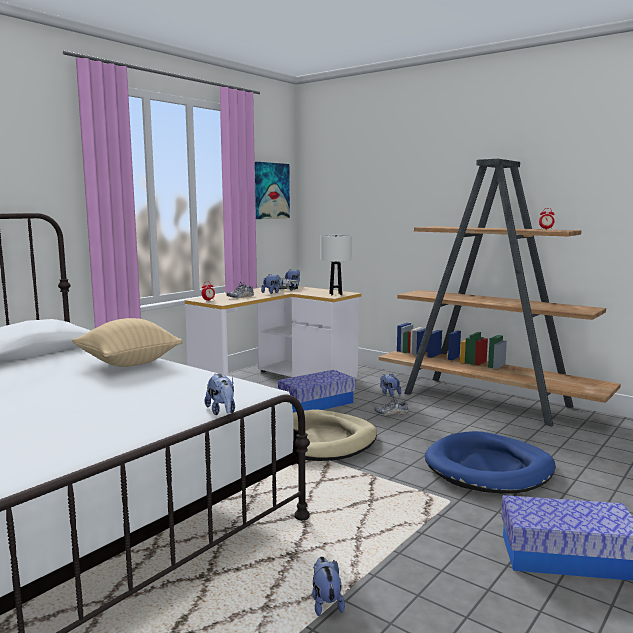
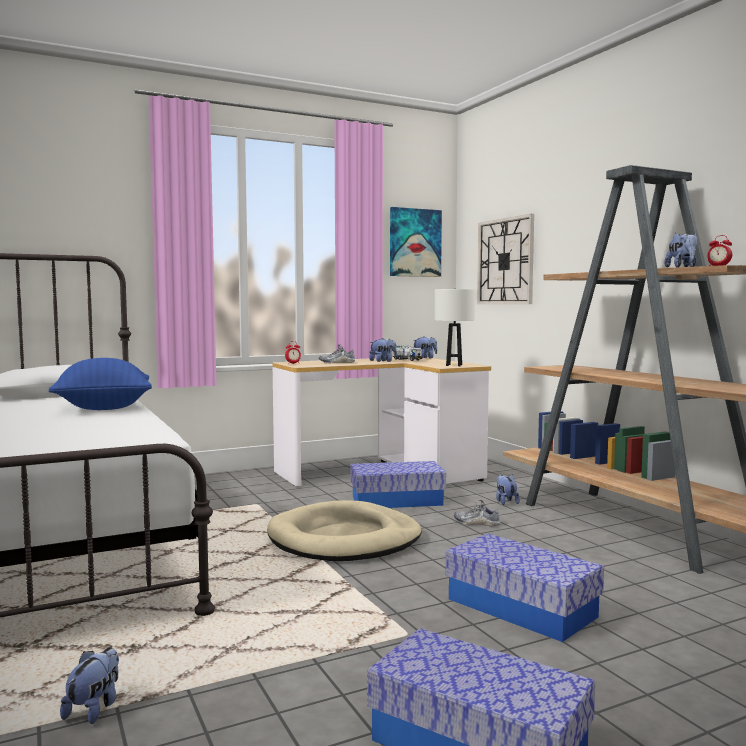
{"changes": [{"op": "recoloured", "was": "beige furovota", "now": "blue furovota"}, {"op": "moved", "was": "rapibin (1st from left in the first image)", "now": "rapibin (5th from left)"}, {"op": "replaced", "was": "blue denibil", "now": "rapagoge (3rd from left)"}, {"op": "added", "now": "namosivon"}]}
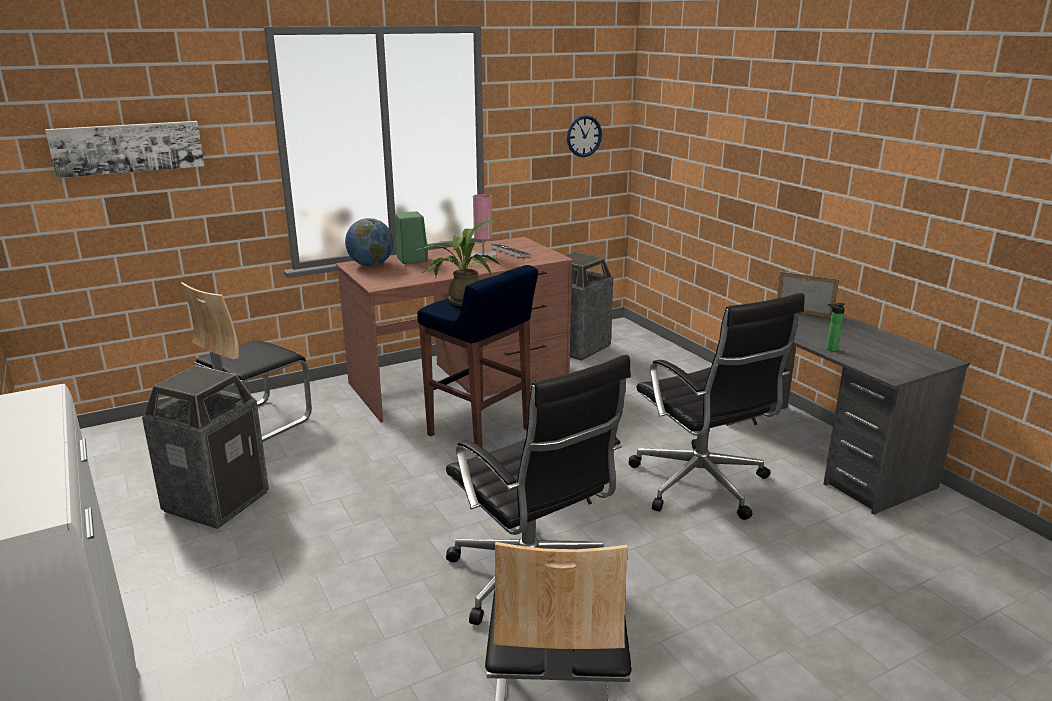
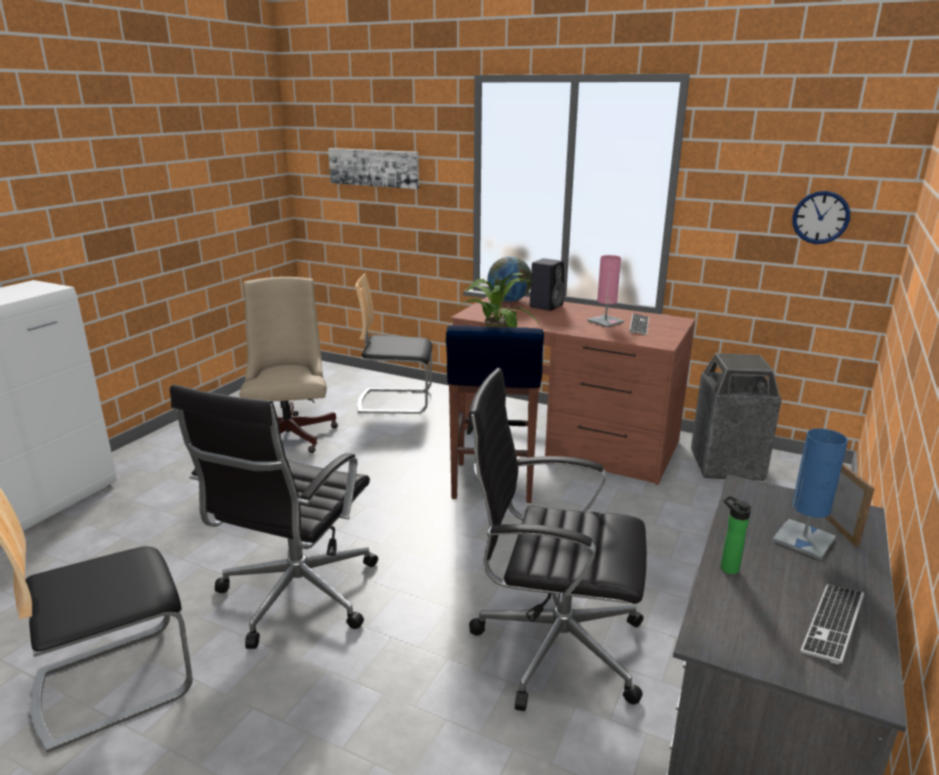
{"changes": [{"op": "recoloured", "was": "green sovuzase", "now": "black sovuzase"}, {"op": "turned", "was": "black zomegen (2nd from left)", "clockwise": 75}, {"op": "replaced", "was": "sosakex (1st from left)", "now": "beige zomegen"}, {"op": "added", "now": "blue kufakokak"}, {"op": "added", "now": "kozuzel (2nd from left)"}]}
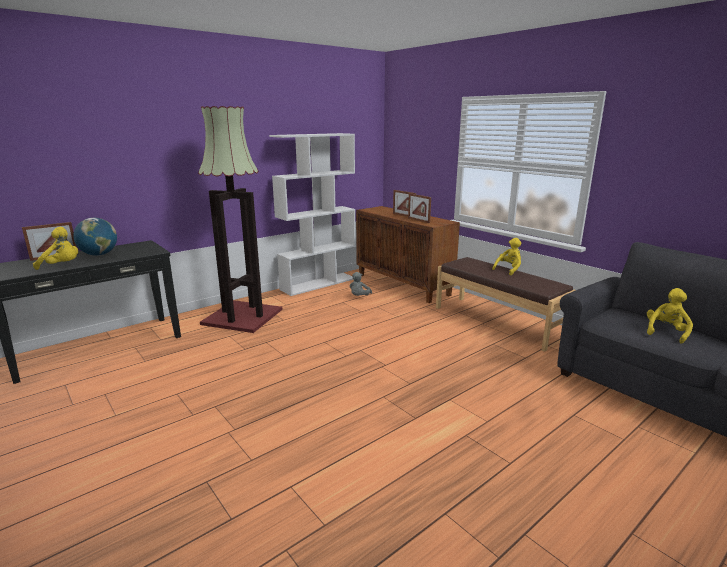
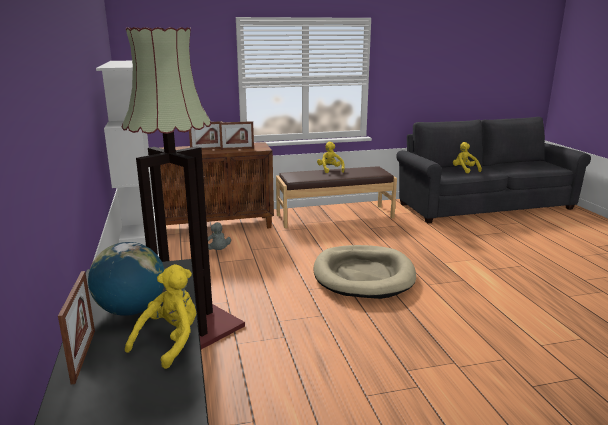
{"changes": [{"op": "added", "now": "beige denibil"}]}
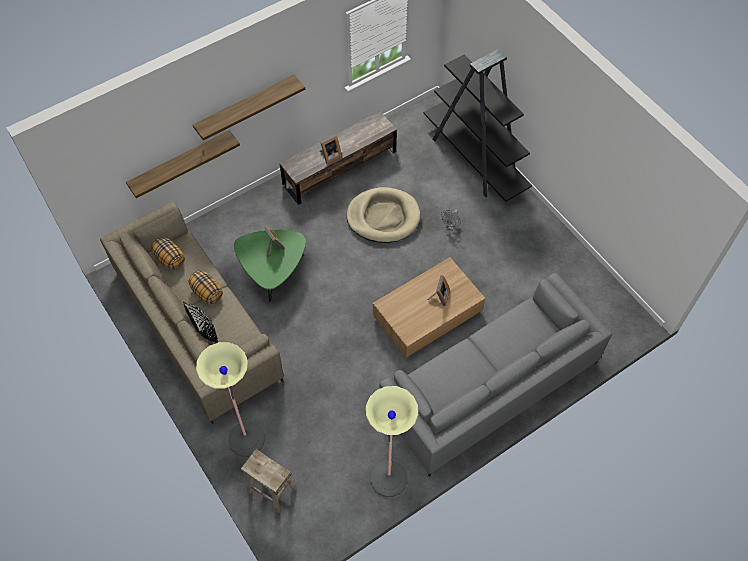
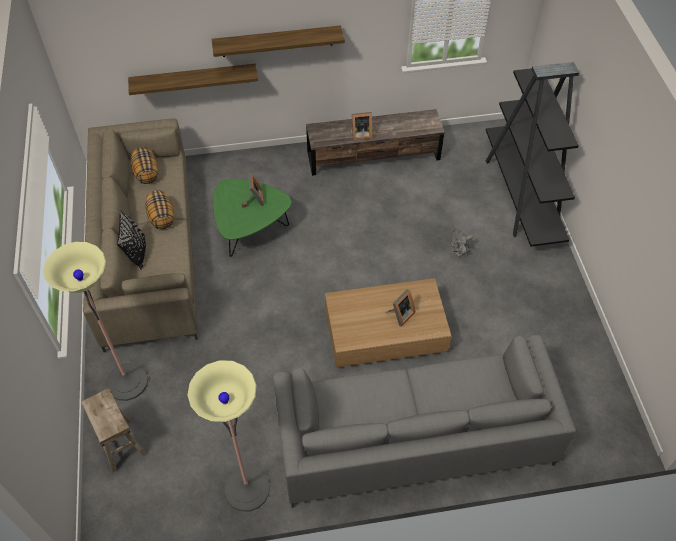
{"changes": [{"op": "removed", "was": "beige denibil"}]}
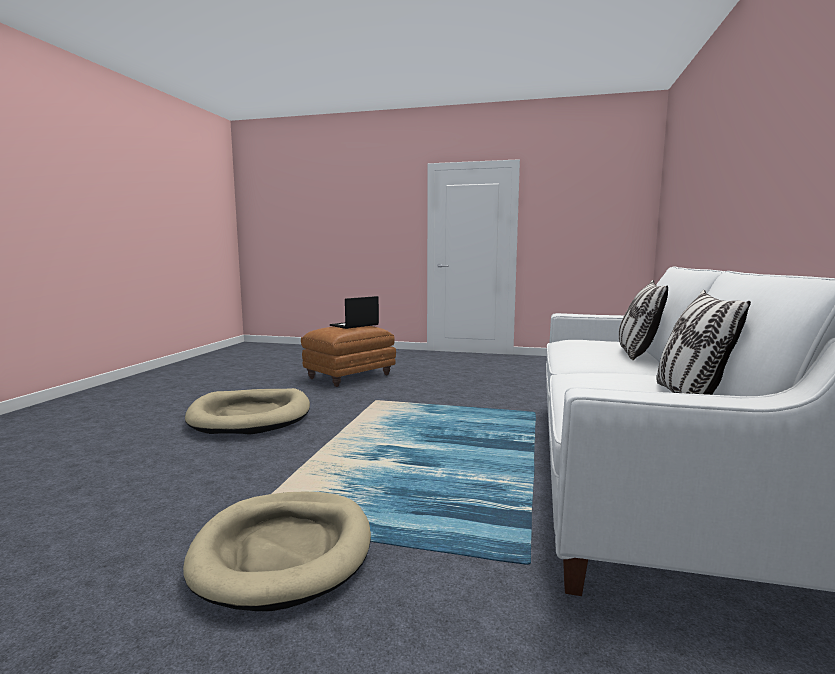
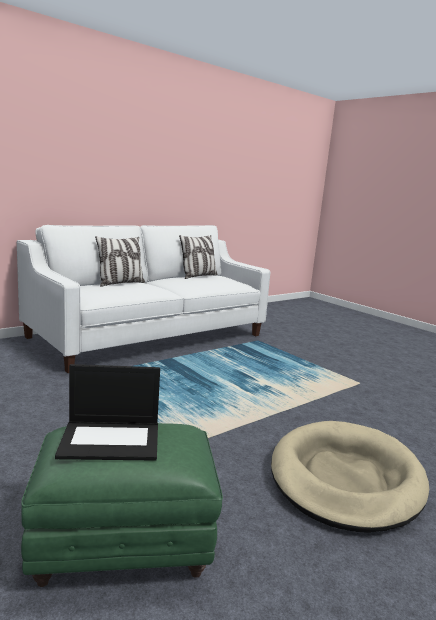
{"changes": [{"op": "recoloured", "was": "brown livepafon", "now": "green livepafon"}, {"op": "removed", "was": "beige denibil (2nd from left)"}]}
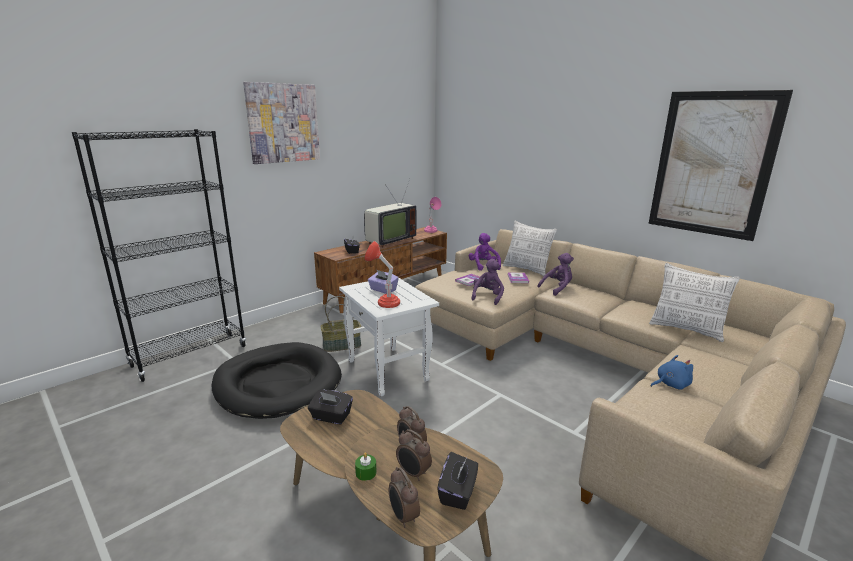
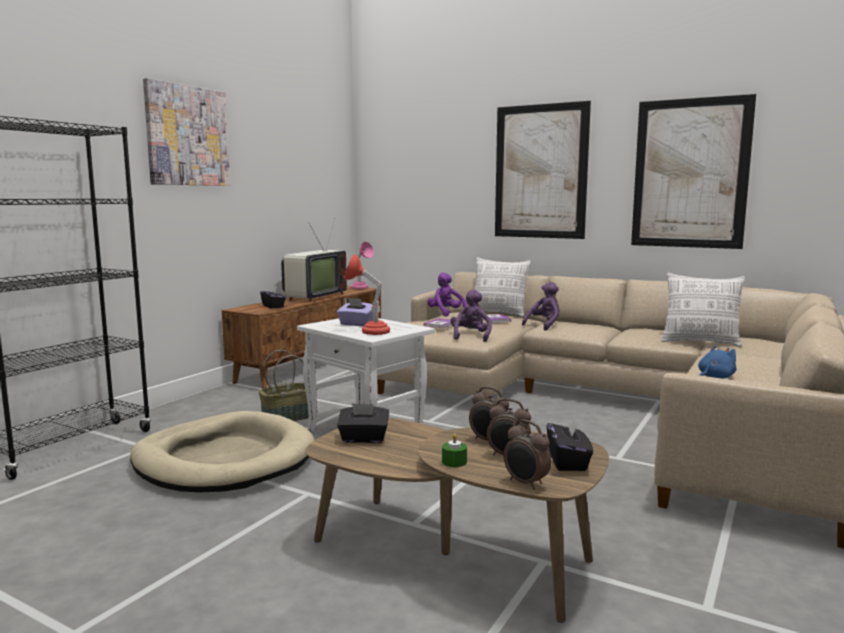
{"changes": [{"op": "recoloured", "was": "black denibil", "now": "beige denibil"}, {"op": "added", "now": "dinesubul (2nd from left)"}]}
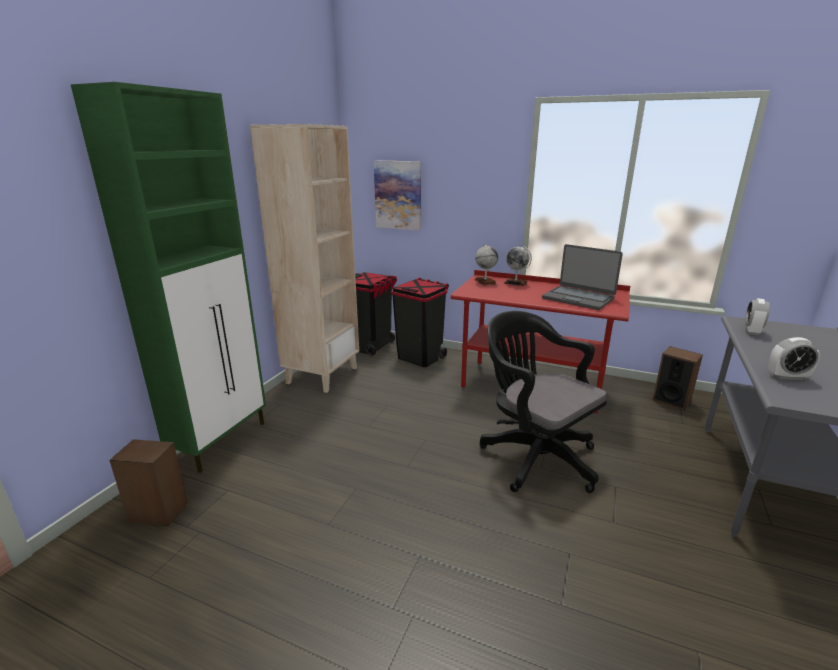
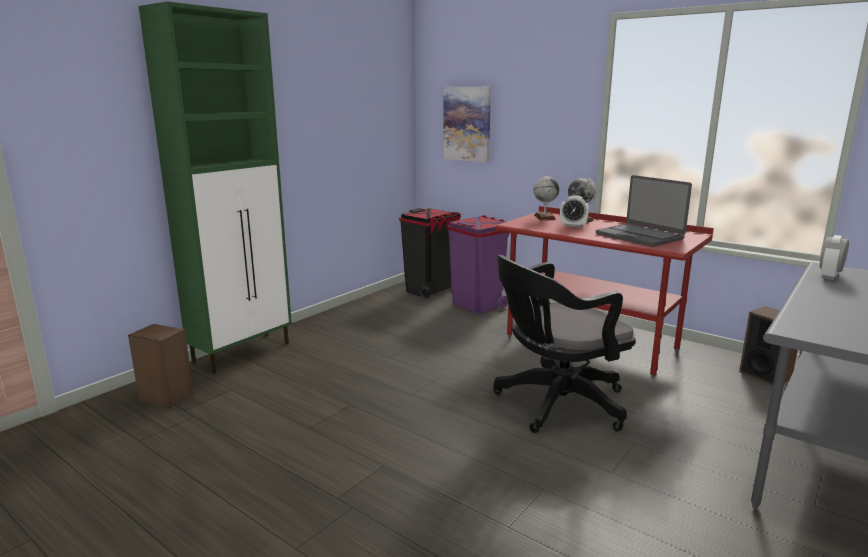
{"changes": [{"op": "removed", "was": "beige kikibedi"}, {"op": "recoloured", "was": "black sosakex (2nd from left)", "now": "purple sosakex"}, {"op": "turned", "was": "black zomegen", "clockwise": -90}, {"op": "moved", "was": "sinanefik (2nd from left in the first image)", "now": "sinanefik (1st from left)"}]}
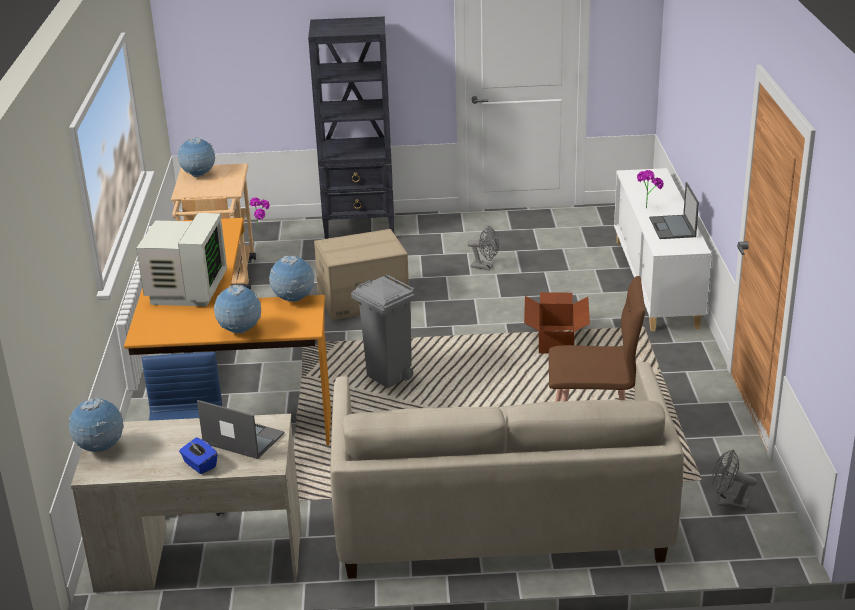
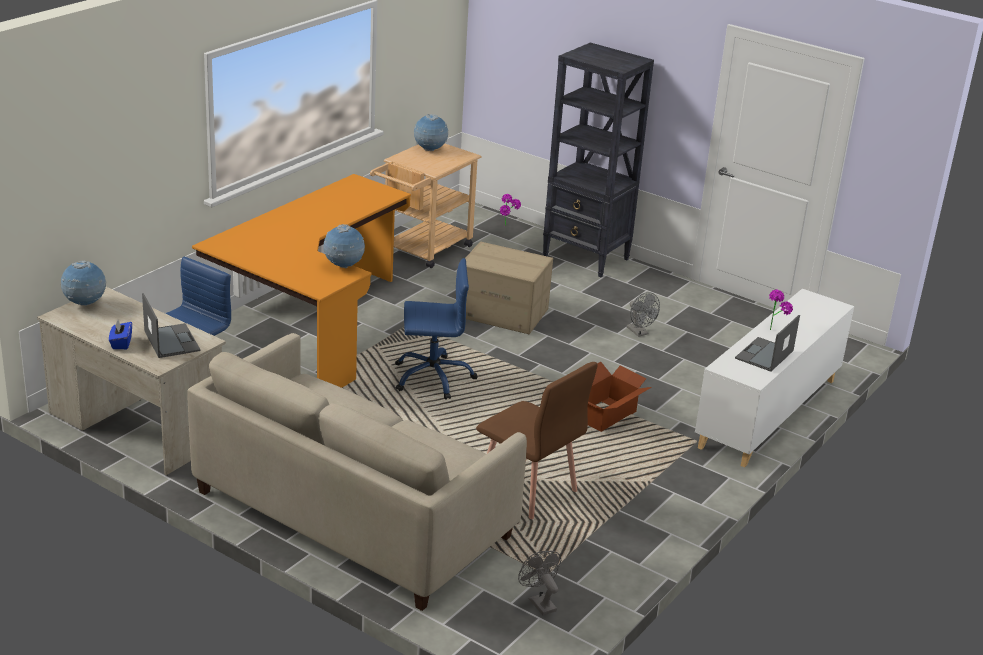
{"changes": [{"op": "removed", "was": "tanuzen"}, {"op": "replaced", "was": "grey sosakex", "now": "blue zomegen (2nd from left)"}, {"op": "removed", "was": "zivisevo (3rd from left)"}]}
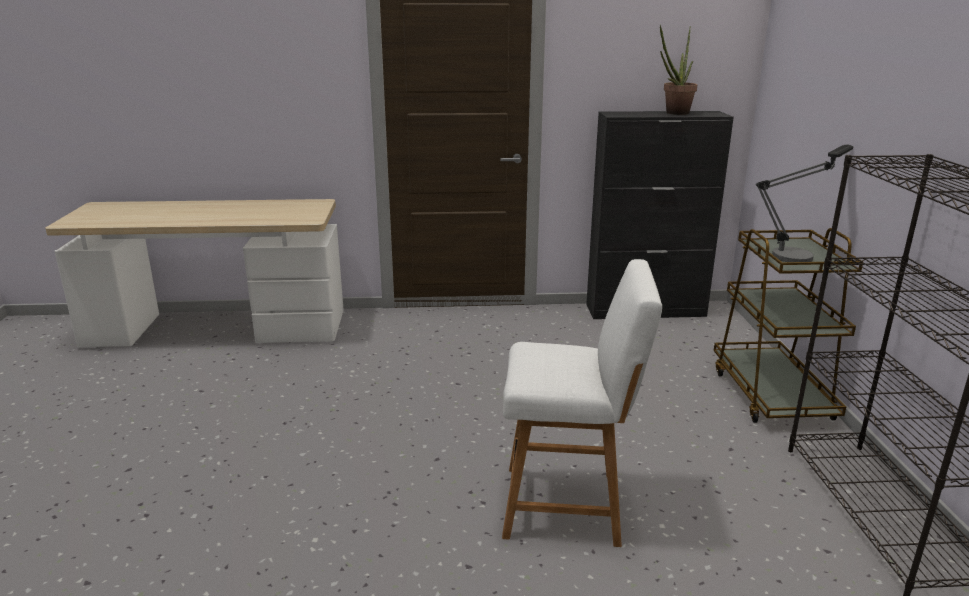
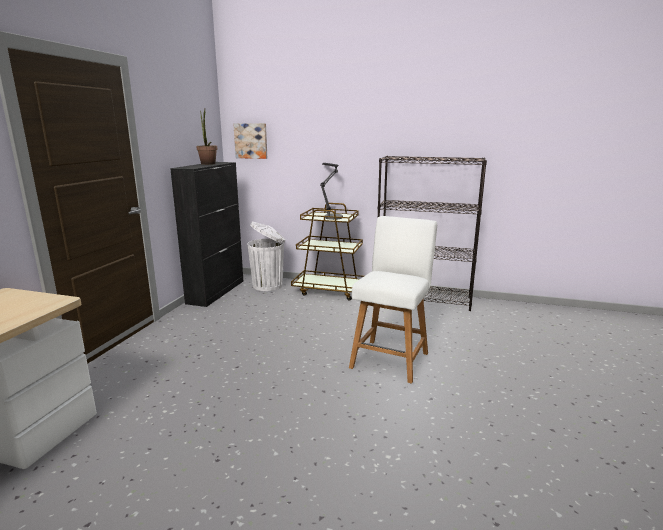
{"changes": [{"op": "added", "now": "dinesubul"}, {"op": "added", "now": "white sosakex"}]}
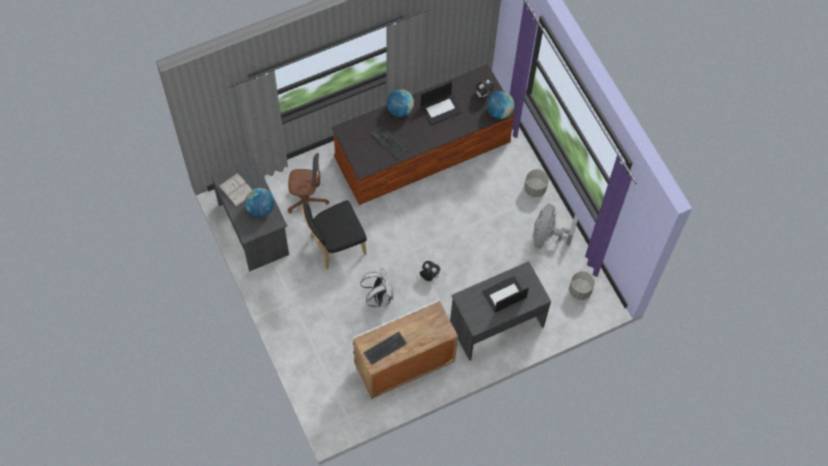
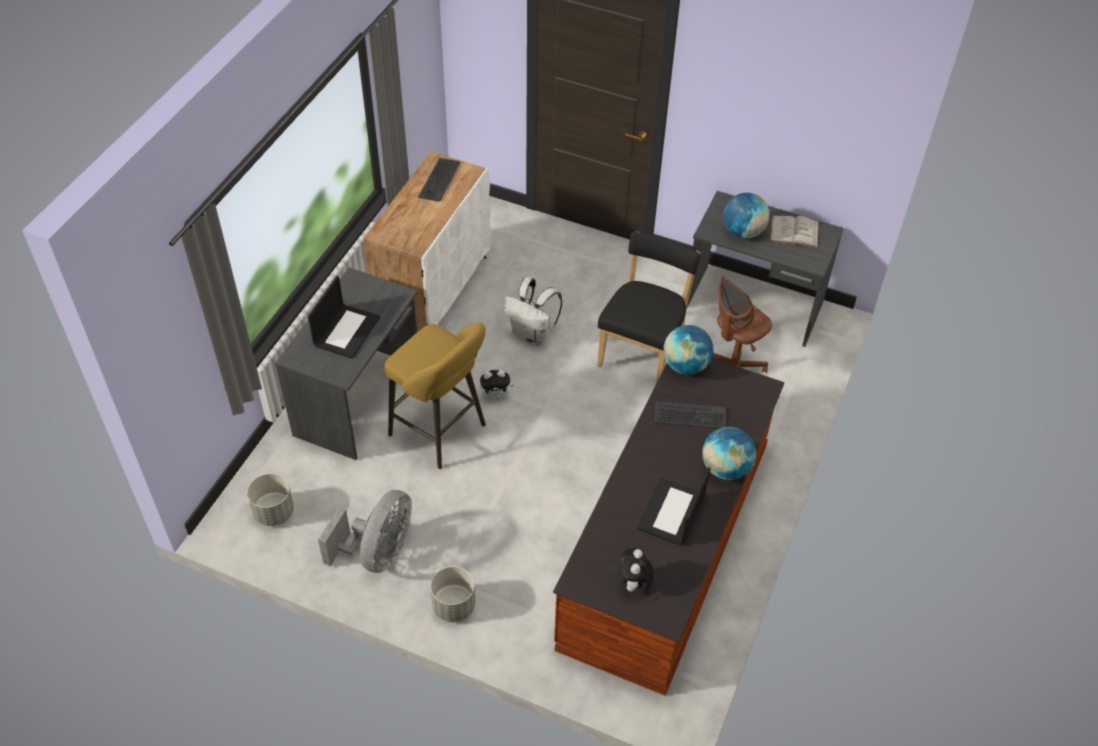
{"changes": [{"op": "moved", "was": "zivisevo (3rd from left in the first image)", "now": "zivisevo (1st from left)"}, {"op": "turned", "was": "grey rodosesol", "clockwise": 45}, {"op": "added", "now": "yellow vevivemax"}]}
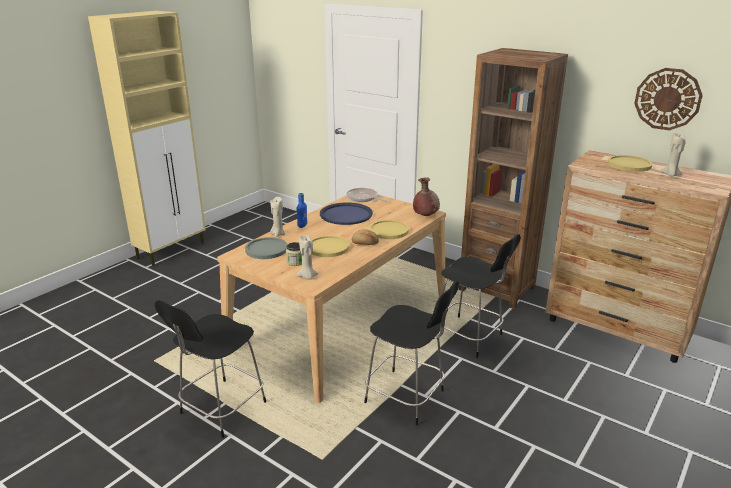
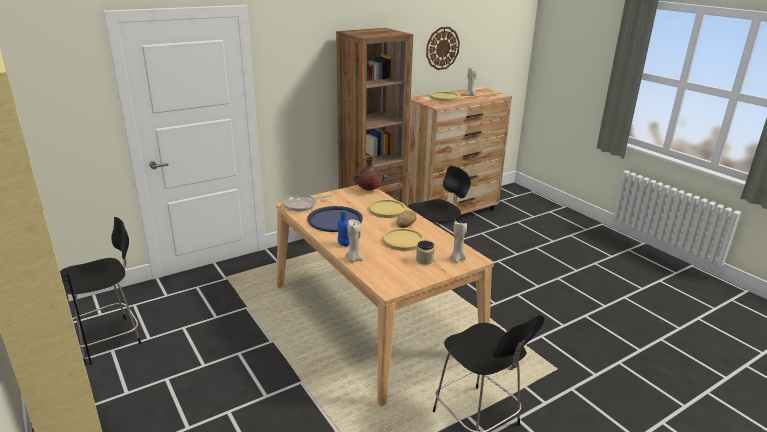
{"changes": [{"op": "removed", "was": "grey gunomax"}, {"op": "moved", "was": "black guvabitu (2nd from left in the first image)", "now": "black guvabitu (1st from left)"}]}
